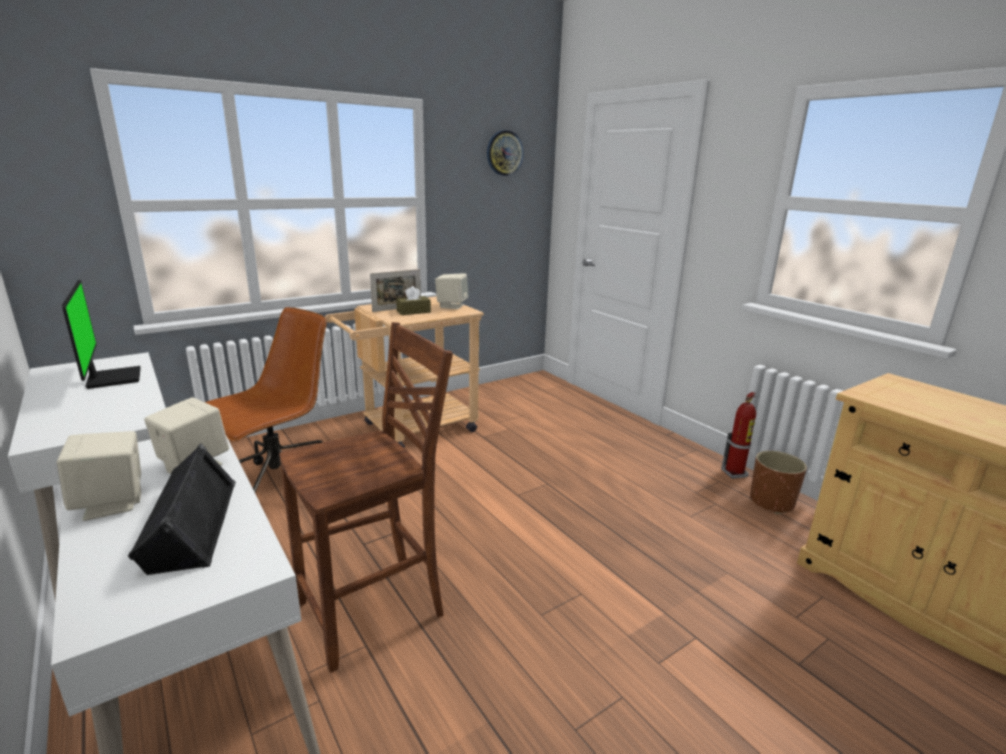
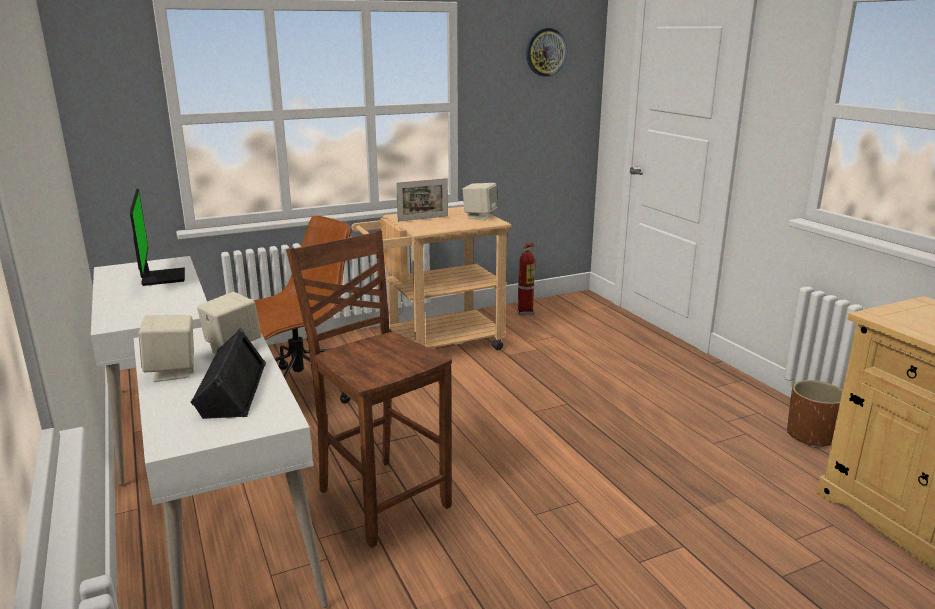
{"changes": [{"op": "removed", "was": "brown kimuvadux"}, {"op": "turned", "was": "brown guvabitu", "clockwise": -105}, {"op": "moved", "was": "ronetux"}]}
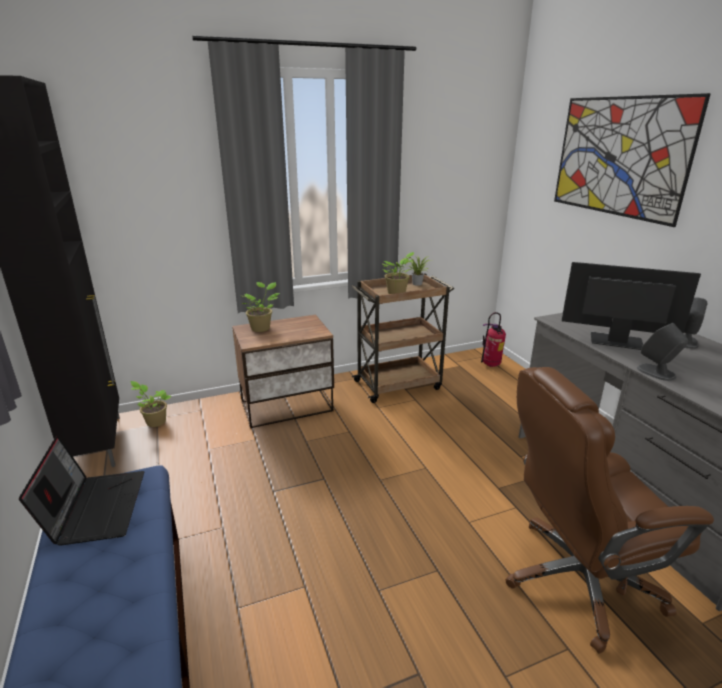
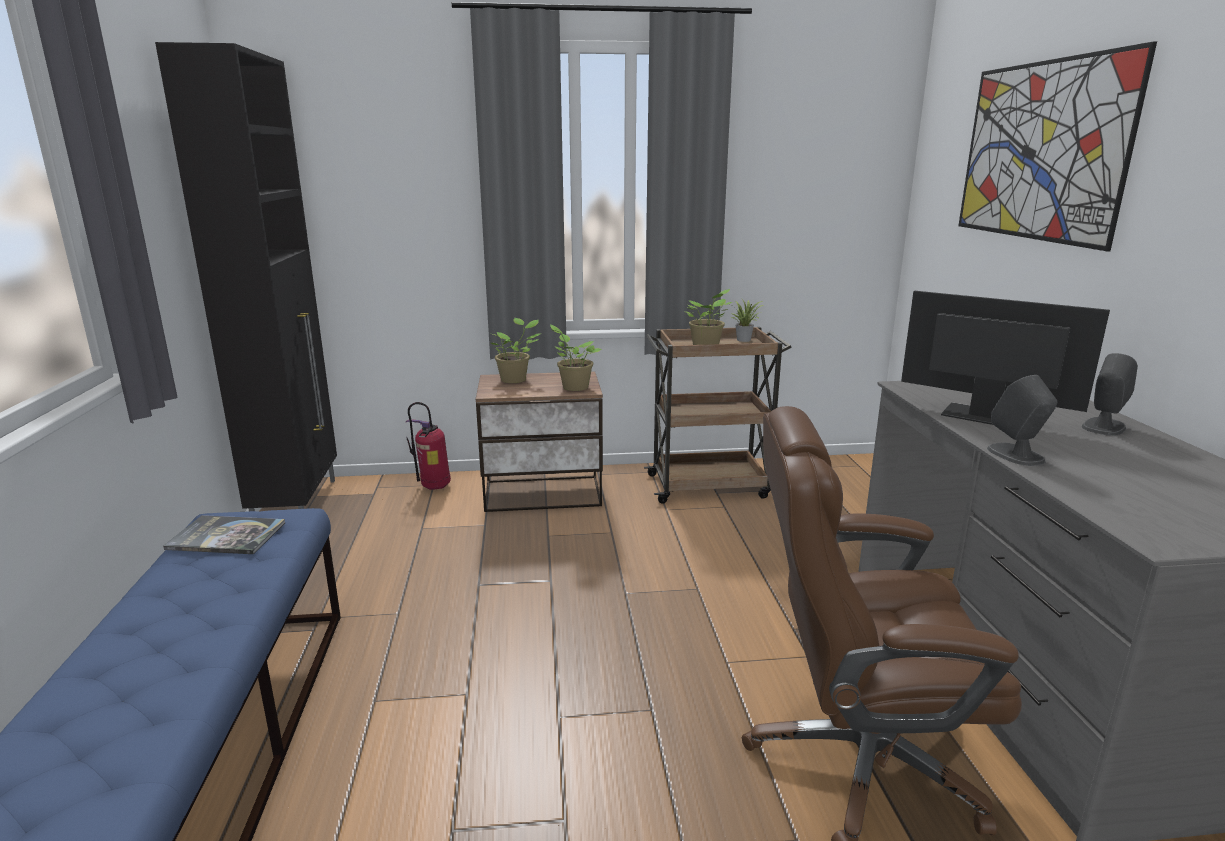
{"changes": [{"op": "moved", "was": "ronetux"}, {"op": "moved", "was": "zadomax (1st from left in the first image)", "now": "zadomax (2nd from left)"}, {"op": "replaced", "was": "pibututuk", "now": "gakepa"}]}
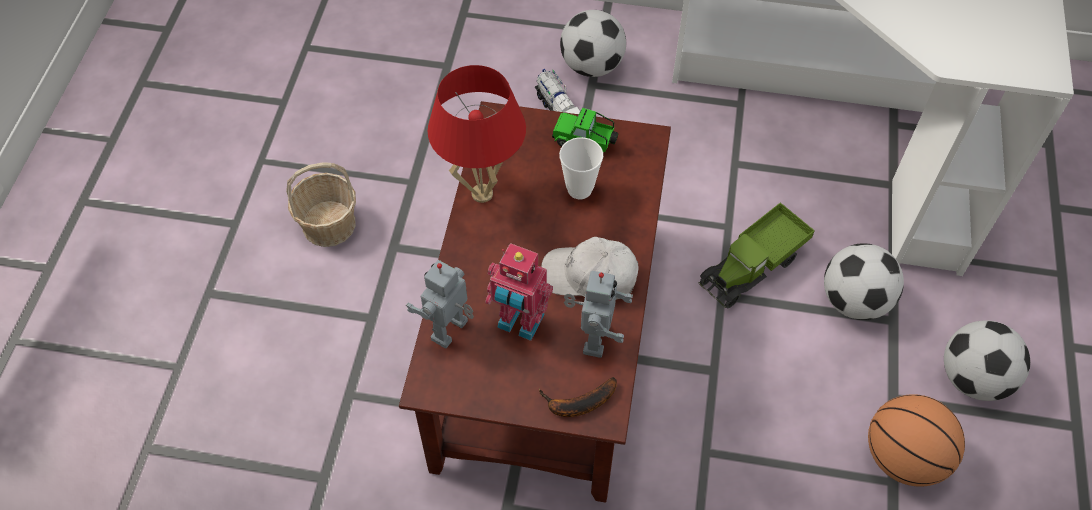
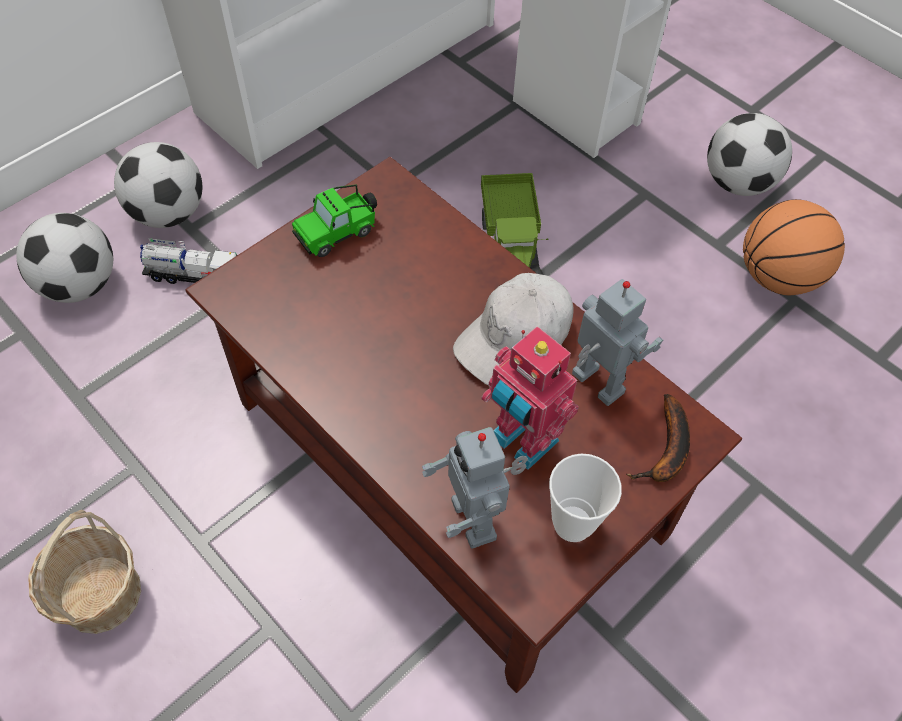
{"changes": [{"op": "removed", "was": "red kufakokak"}, {"op": "moved", "was": "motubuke"}, {"op": "turned", "was": "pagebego (2nd from left)", "clockwise": 75}, {"op": "moved", "was": "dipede (2nd from left in the first image)", "now": "dipede (1st from left)"}]}
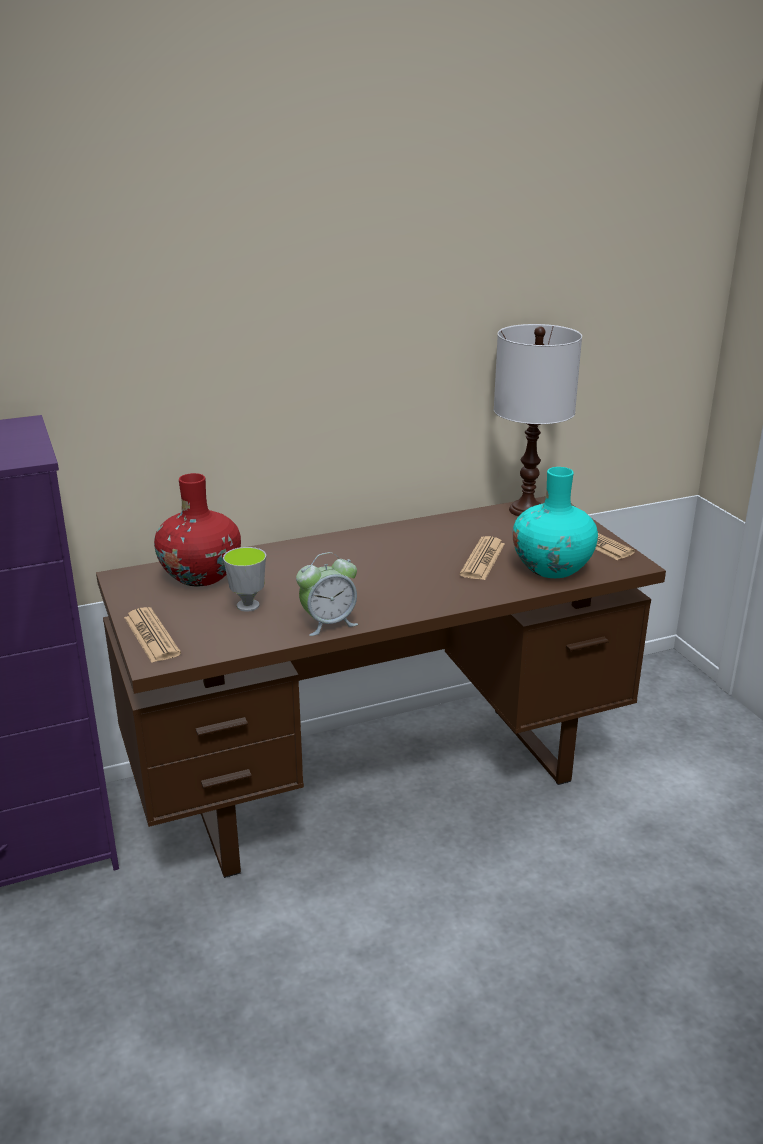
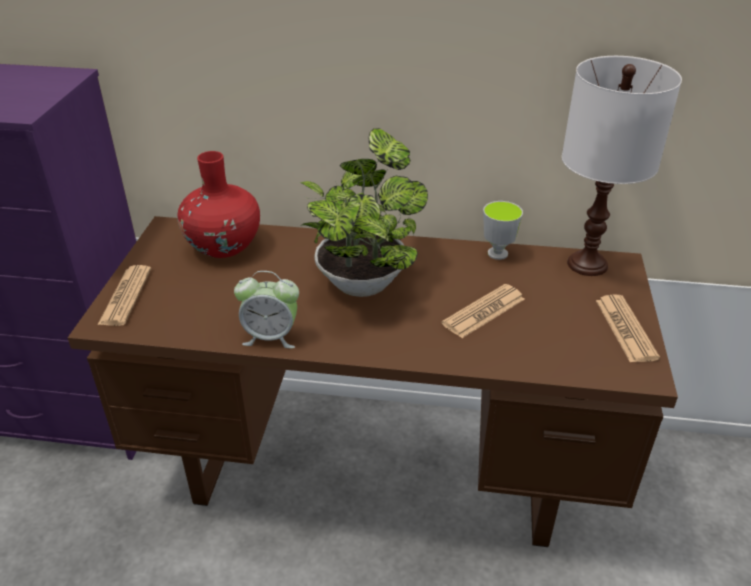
{"changes": [{"op": "removed", "was": "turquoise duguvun"}, {"op": "moved", "was": "motubuke"}, {"op": "added", "now": "zadomax"}]}
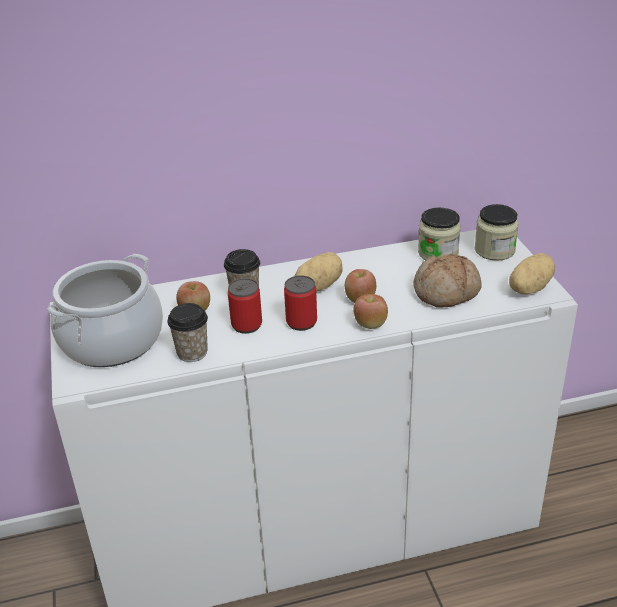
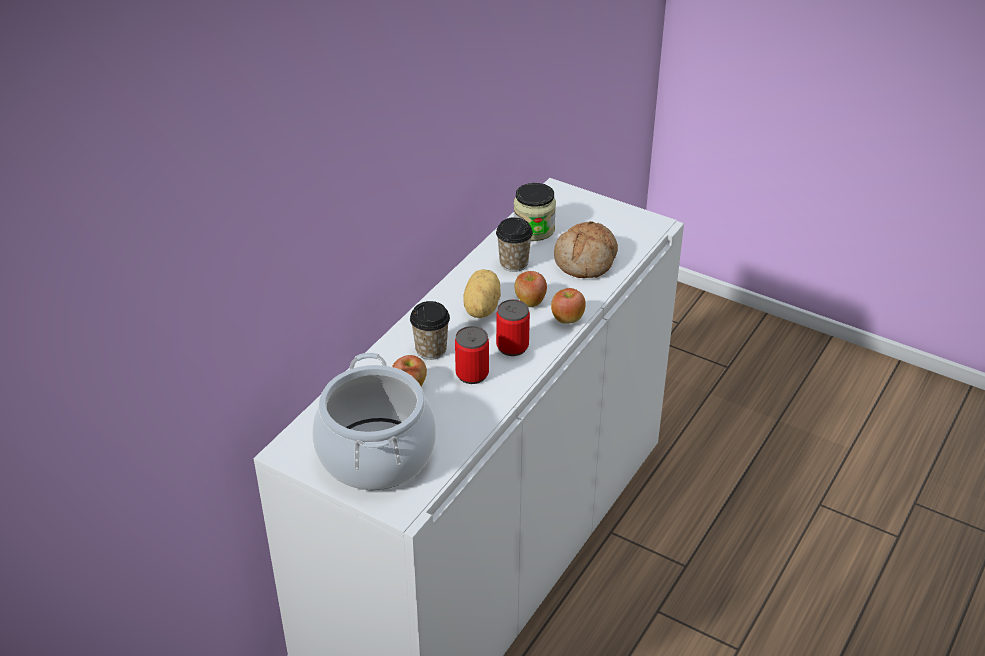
{"changes": [{"op": "removed", "was": "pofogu (2nd from left)"}, {"op": "removed", "was": "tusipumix (2nd from left)"}, {"op": "moved", "was": "motubuke (1st from left in the first image)", "now": "motubuke (2nd from left)"}]}
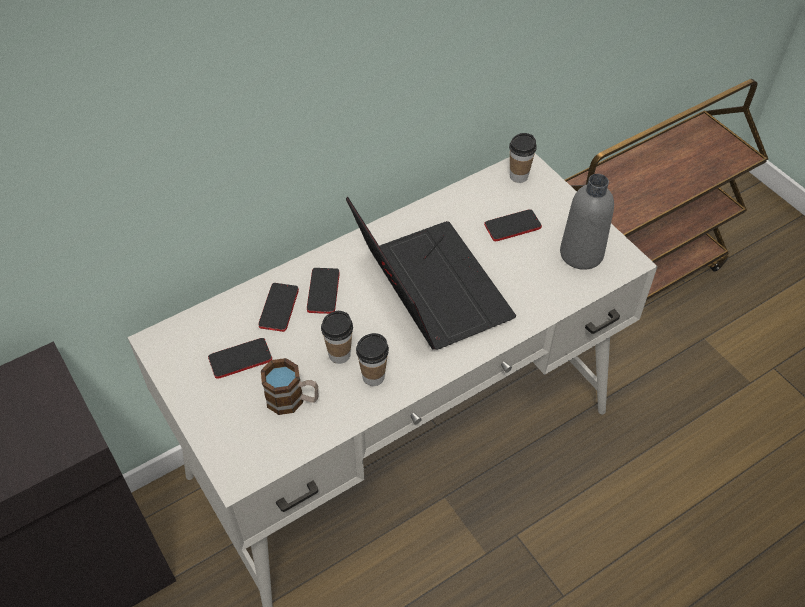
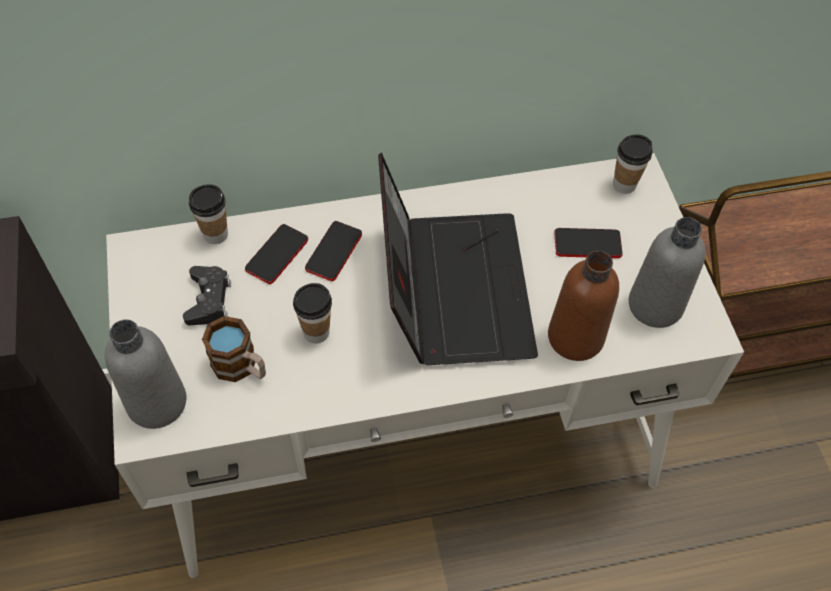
{"changes": [{"op": "moved", "was": "motubuke (2nd from left in the first image)", "now": "motubuke (1st from left)"}, {"op": "replaced", "was": "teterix (1st from left)", "now": "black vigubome"}, {"op": "added", "now": "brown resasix"}, {"op": "added", "now": "grey resasix (1st from left)"}]}
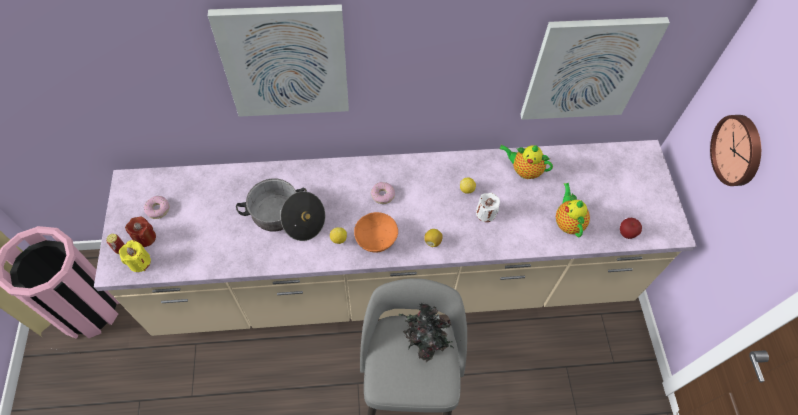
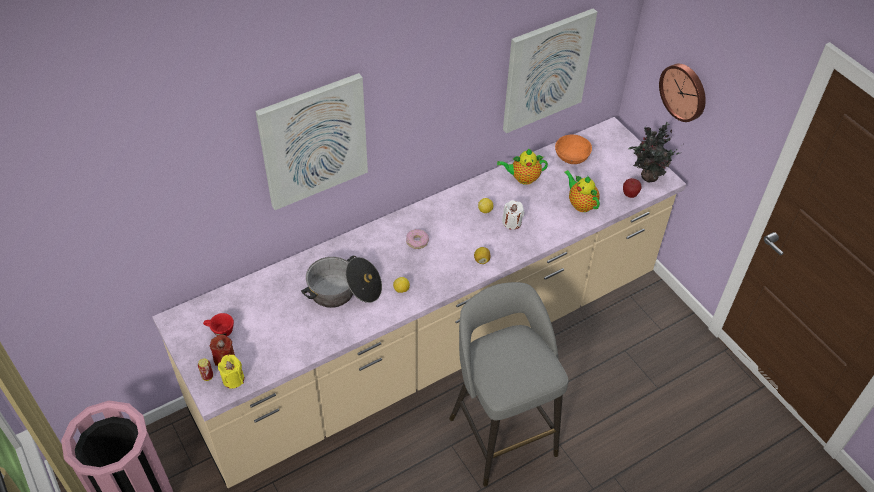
{"changes": [{"op": "replaced", "was": "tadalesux (1st from left)", "now": "red motubuke"}, {"op": "moved", "was": "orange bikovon"}, {"op": "moved", "was": "zadomax"}]}
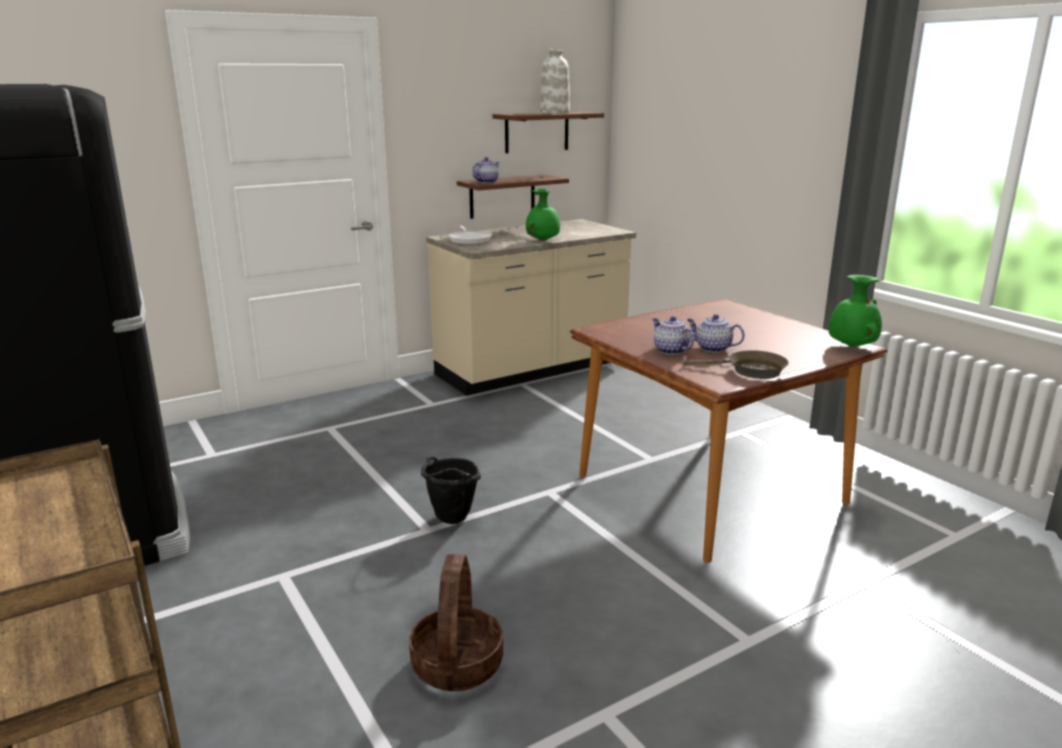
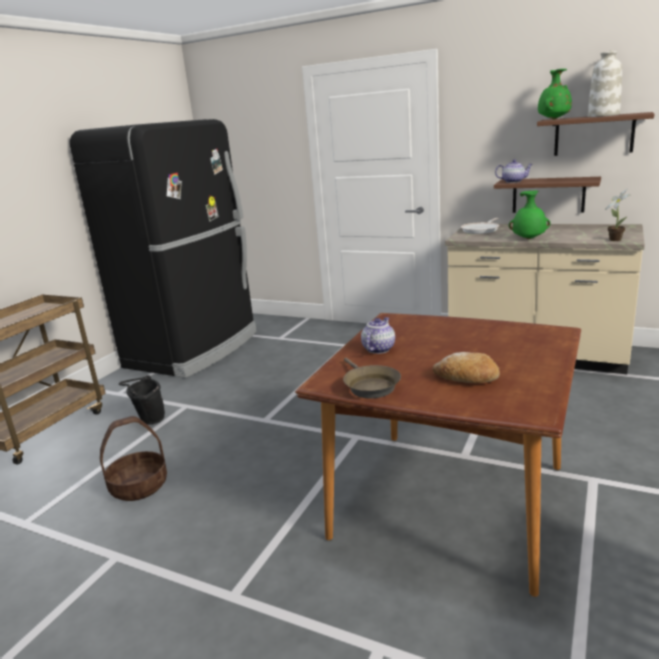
{"changes": [{"op": "moved", "was": "green duguvun (2nd from left)"}, {"op": "removed", "was": "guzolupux (3rd from left)"}, {"op": "moved", "was": "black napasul"}, {"op": "added", "now": "zadomax"}, {"op": "added", "now": "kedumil"}]}
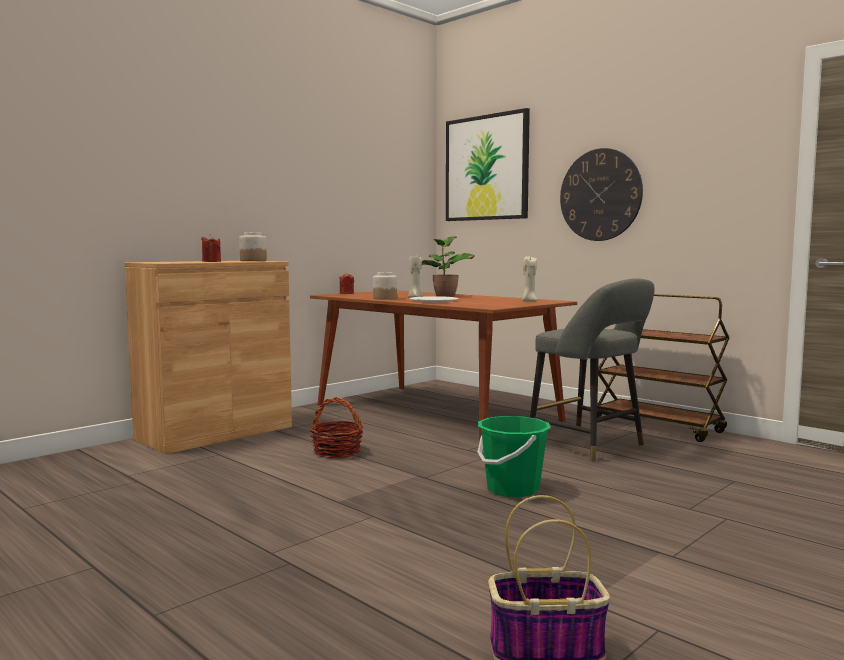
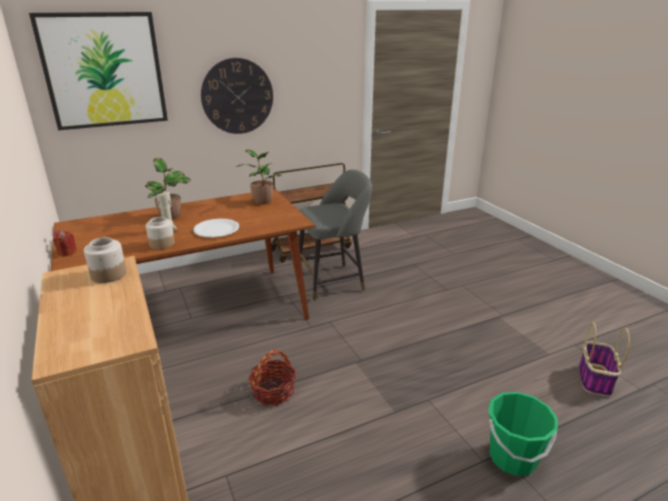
{"changes": [{"op": "removed", "was": "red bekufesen (1st from left)"}, {"op": "replaced", "was": "beige bekufesen (2nd from left)", "now": "zadomax (2nd from left)"}, {"op": "moved", "was": "green napasul"}]}
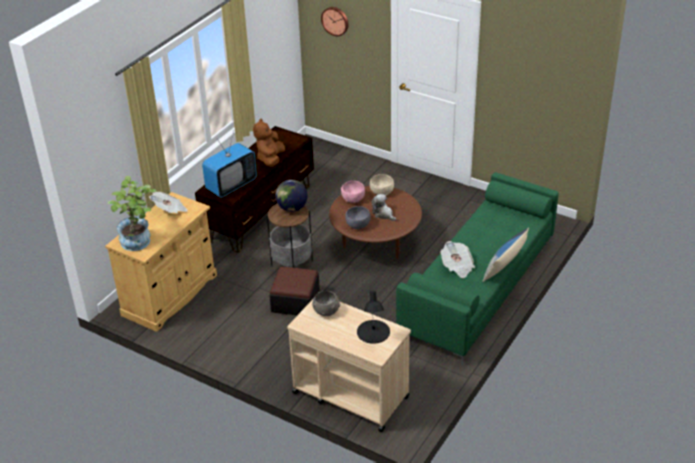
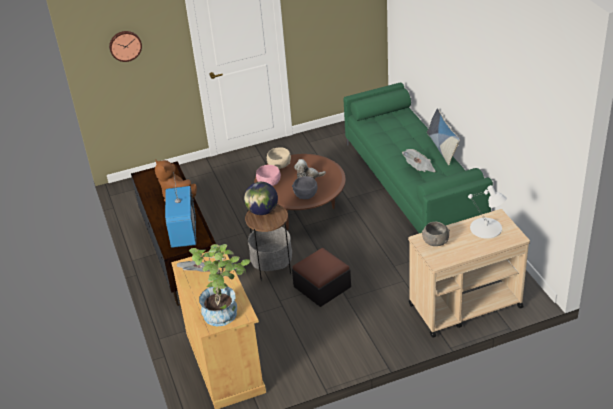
{"changes": [{"op": "recoloured", "was": "black kufakokak", "now": "white kufakokak"}]}
